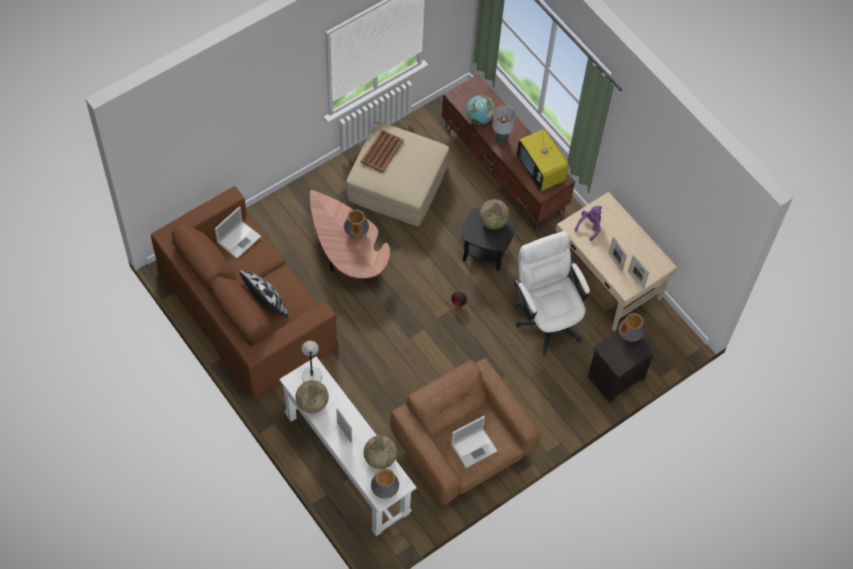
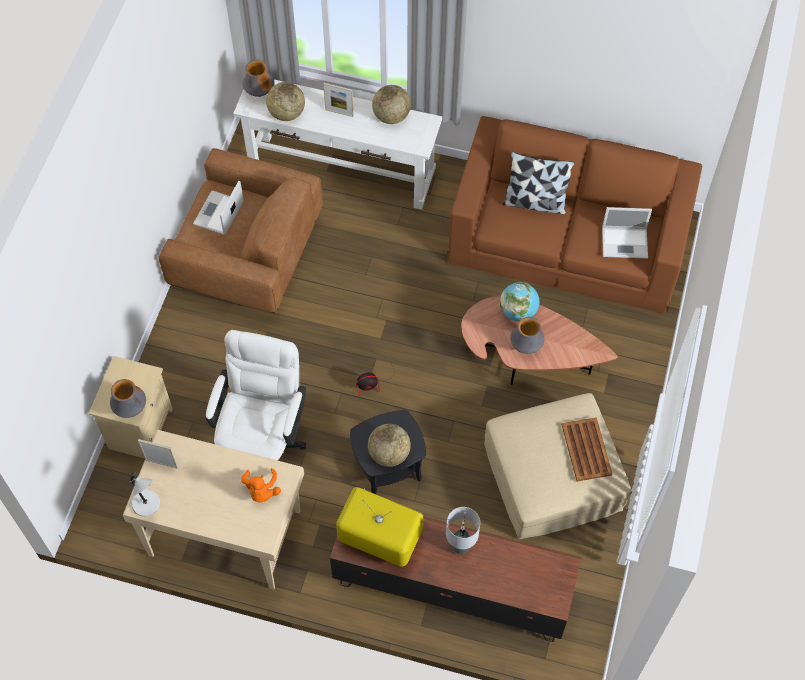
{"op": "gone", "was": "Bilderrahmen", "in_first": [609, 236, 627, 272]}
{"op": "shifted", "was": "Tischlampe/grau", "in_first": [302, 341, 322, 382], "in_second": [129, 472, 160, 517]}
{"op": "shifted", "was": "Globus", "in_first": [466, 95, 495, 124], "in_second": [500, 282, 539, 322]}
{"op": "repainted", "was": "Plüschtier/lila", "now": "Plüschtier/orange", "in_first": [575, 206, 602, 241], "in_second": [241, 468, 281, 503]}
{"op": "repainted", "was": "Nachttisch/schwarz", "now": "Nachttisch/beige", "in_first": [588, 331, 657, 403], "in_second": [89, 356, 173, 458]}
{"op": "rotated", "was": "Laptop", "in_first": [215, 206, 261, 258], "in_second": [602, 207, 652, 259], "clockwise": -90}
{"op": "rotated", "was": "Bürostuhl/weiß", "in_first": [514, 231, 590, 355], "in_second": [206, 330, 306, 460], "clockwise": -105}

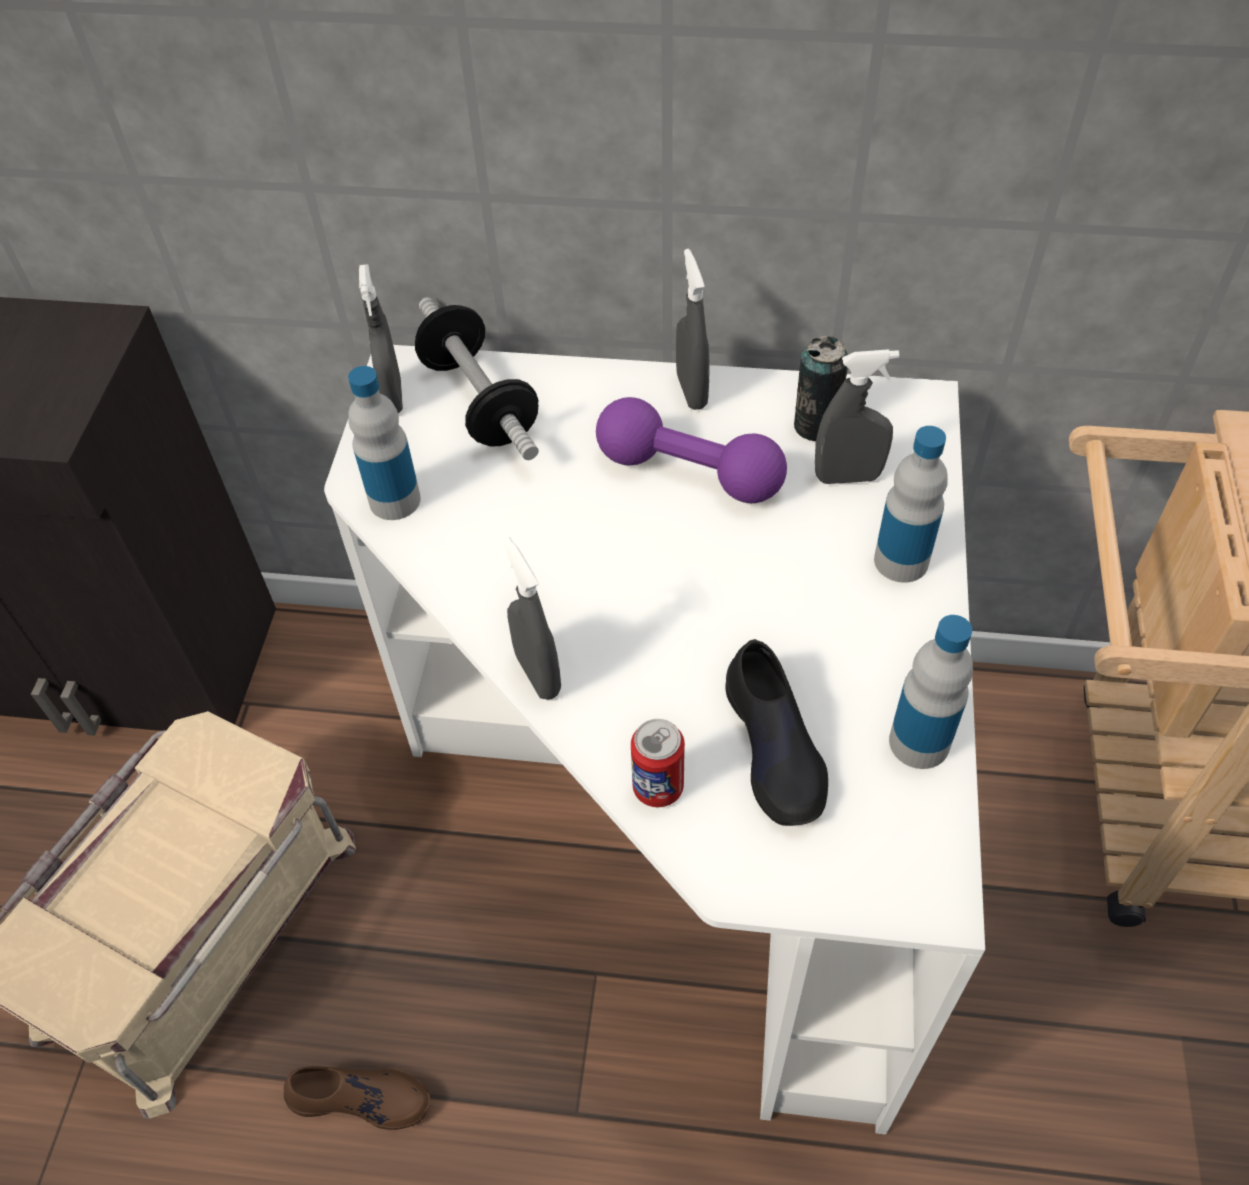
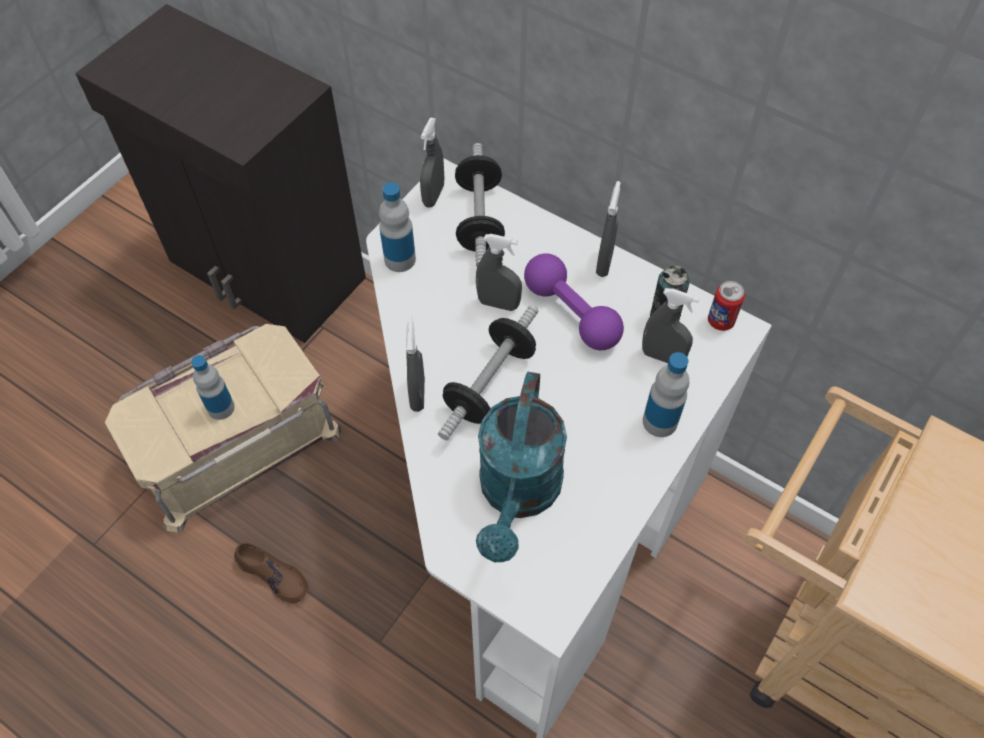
{"op": "new", "now": "Hantel", "in_second": [438, 305, 538, 440]}
{"op": "new", "now": "Sprühflasche/grau", "in_second": [476, 234, 522, 311]}
{"op": "shifted", "was": "Dose", "in_first": [631, 719, 685, 807], "in_second": [708, 281, 745, 331]}
{"op": "shifted", "was": "Flasche", "in_first": [889, 615, 973, 769], "in_second": [191, 355, 235, 420]}
{"op": "swapped", "was": "Schuh/schwarz", "now": "Gießkanne/türkis", "in_first": [726, 639, 828, 826], "in_second": [476, 371, 567, 563]}

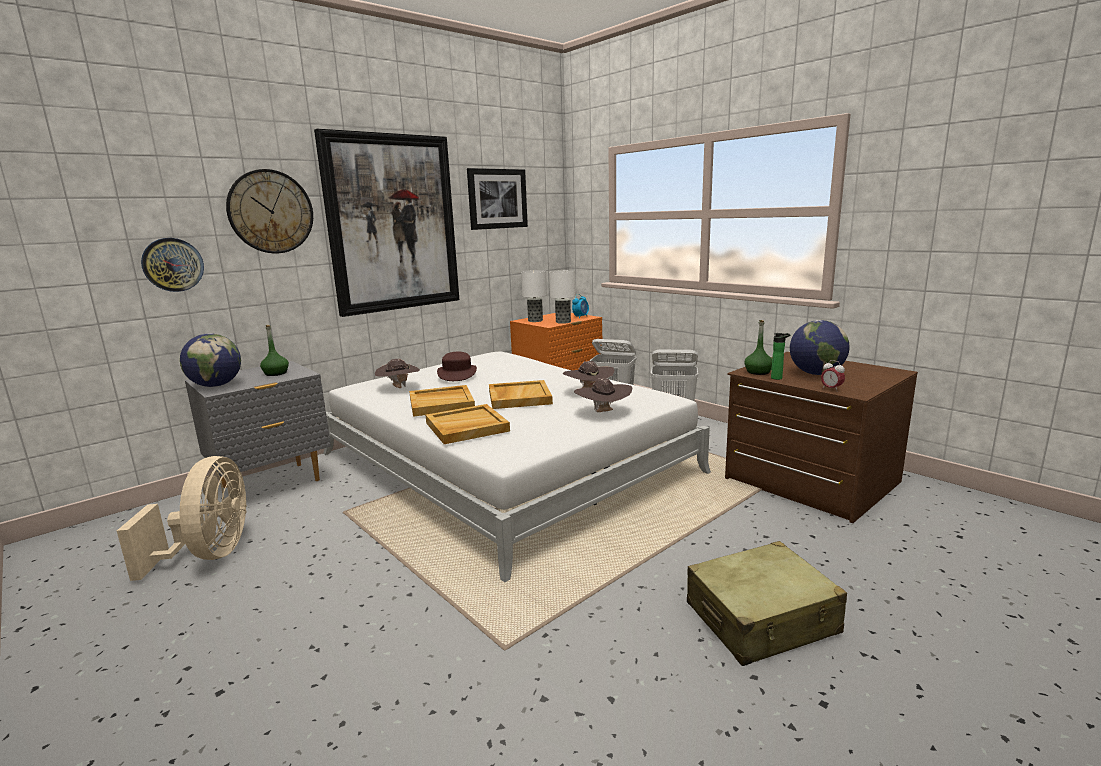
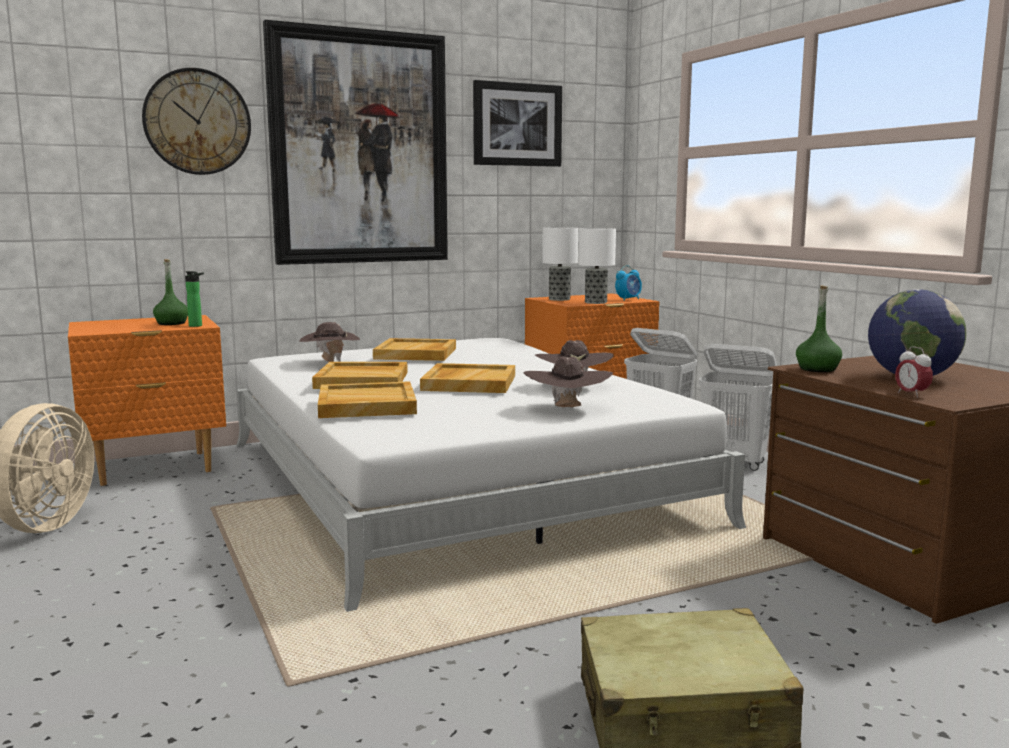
{"op": "gone", "was": "Wanduhr", "in_first": [141, 238, 204, 292]}
{"op": "gone", "was": "Globus", "in_first": [180, 333, 241, 387]}
{"op": "shifted", "was": "Flasche", "in_first": [771, 333, 791, 380], "in_second": [185, 271, 204, 327]}
{"op": "swapped", "was": "Hut/braun", "now": "Tablett/beige", "in_first": [437, 352, 477, 381], "in_second": [373, 338, 456, 361]}
{"op": "repainted", "was": "Nachttisch/grau", "now": "Nachttisch/orange", "in_first": [185, 361, 331, 488], "in_second": [68, 315, 226, 486]}

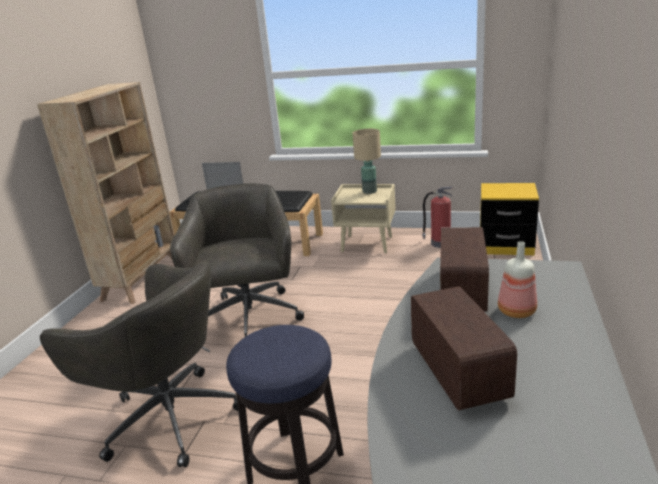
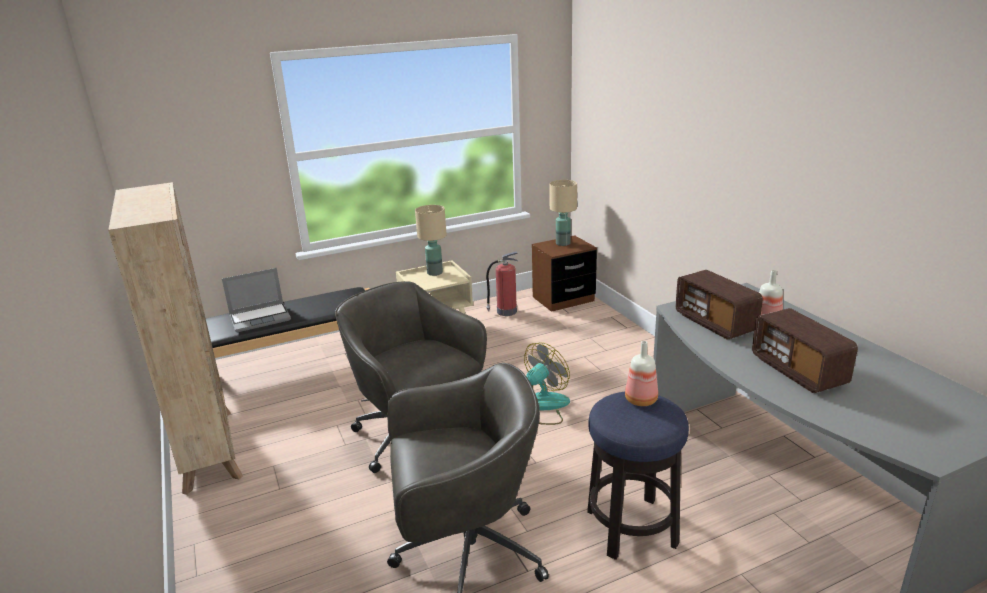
{"op": "new", "now": "Ventilator", "in_second": [524, 342, 570, 425]}
{"op": "new", "now": "Tischlampe/beige", "in_second": [550, 180, 577, 246]}
{"op": "new", "now": "Flasche", "in_second": [625, 341, 658, 406]}
{"op": "repainted", "was": "Nachttisch/gelb", "now": "Nachttisch/braun", "in_first": [480, 183, 539, 255], "in_second": [532, 235, 597, 312]}
{"op": "rotated", "was": "Radio", "in_first": [411, 286, 517, 410], "in_second": [752, 308, 858, 393], "clockwise": -150}

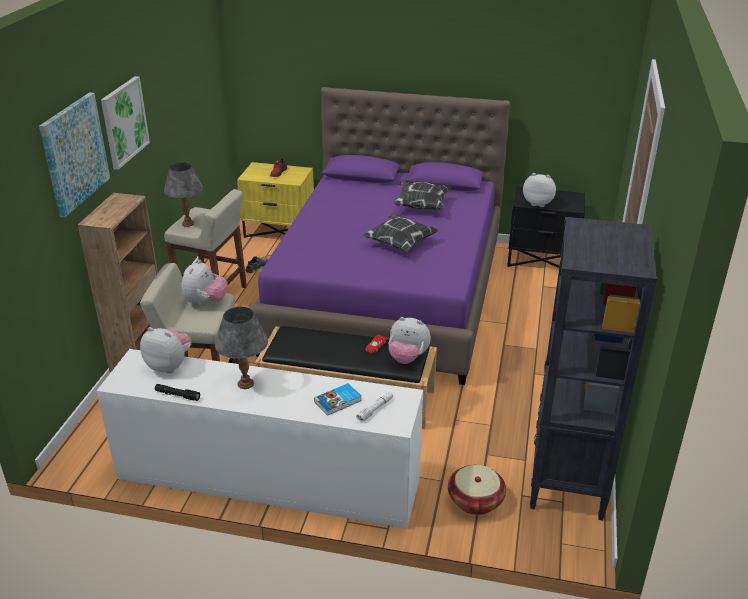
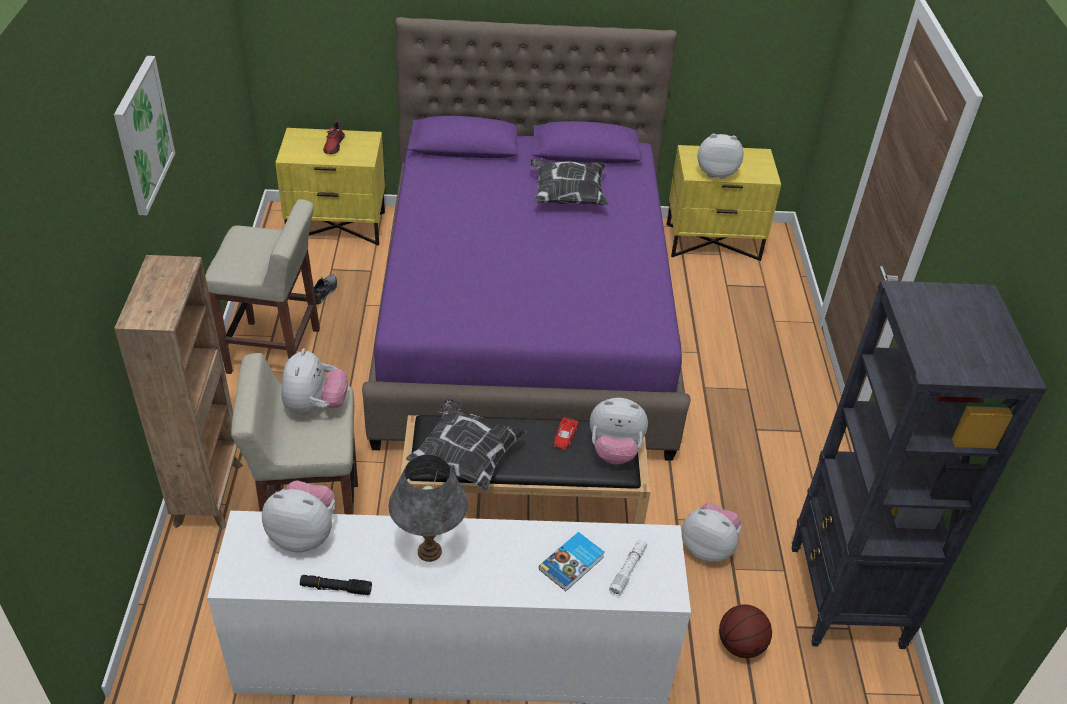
{"op": "gone", "was": "Bild", "in_first": [39, 92, 110, 218]}
{"op": "gone", "was": "Tischlampe/grau", "in_first": [164, 162, 203, 227]}
{"op": "new", "now": "Plüschtier", "in_second": [682, 503, 741, 562]}
{"op": "shifted", "was": "Kissen", "in_first": [363, 213, 439, 252], "in_second": [406, 399, 526, 491]}
{"op": "swapped", "was": "Korb", "now": "Basketball", "in_first": [448, 465, 506, 515], "in_second": [719, 604, 772, 658]}
{"op": "repainted", "was": "Nachttisch/schwarz", "now": "Nachttisch/gelb", "in_first": [507, 187, 585, 268], "in_second": [667, 145, 781, 261]}

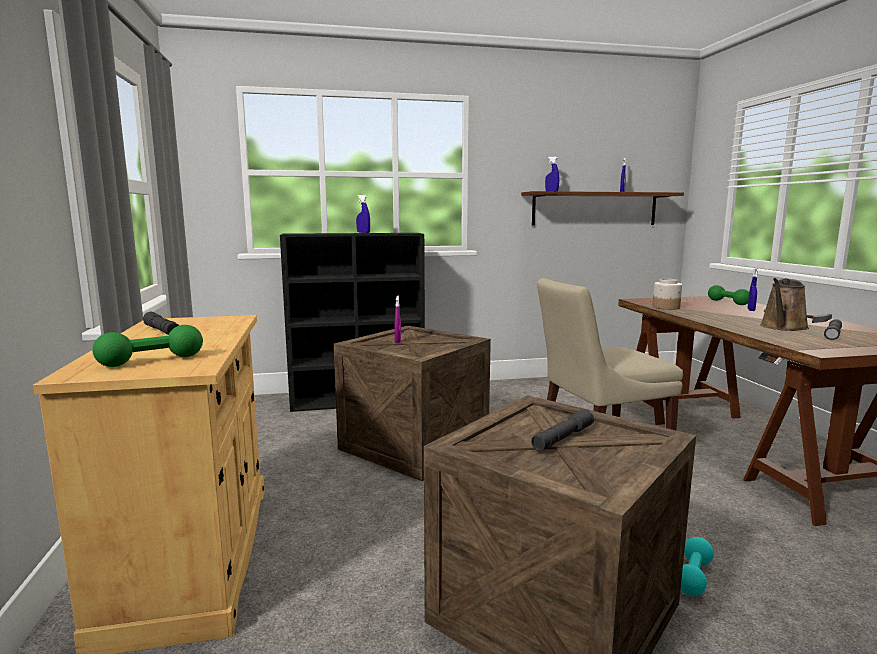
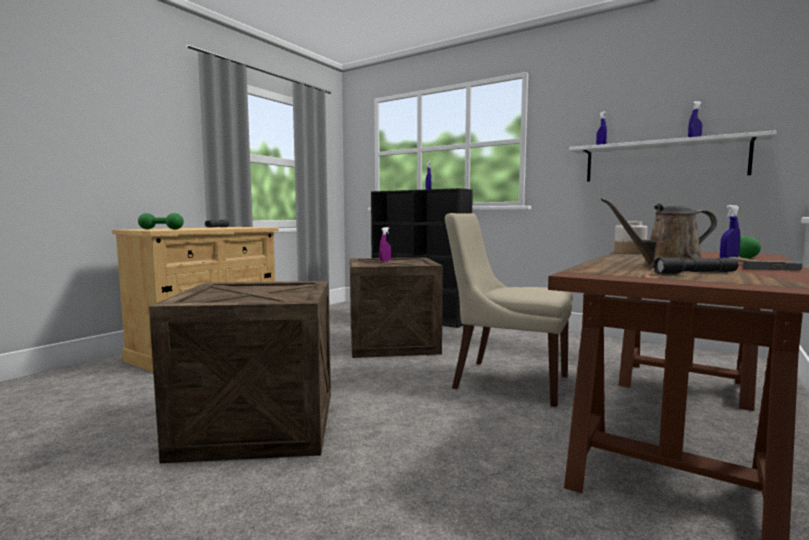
{"op": "gone", "was": "Taschenlampe/grau", "in_first": [531, 409, 594, 451]}
{"op": "gone", "was": "Hantel/türkis", "in_first": [680, 537, 714, 596]}
{"op": "repainted", "was": "Wandregal/braun", "now": "Wandregal/weiß", "in_first": [521, 191, 684, 226], "in_second": [569, 130, 777, 182]}

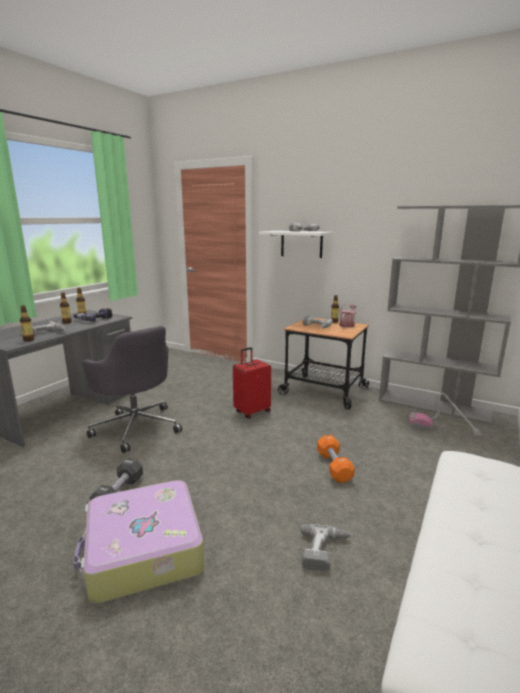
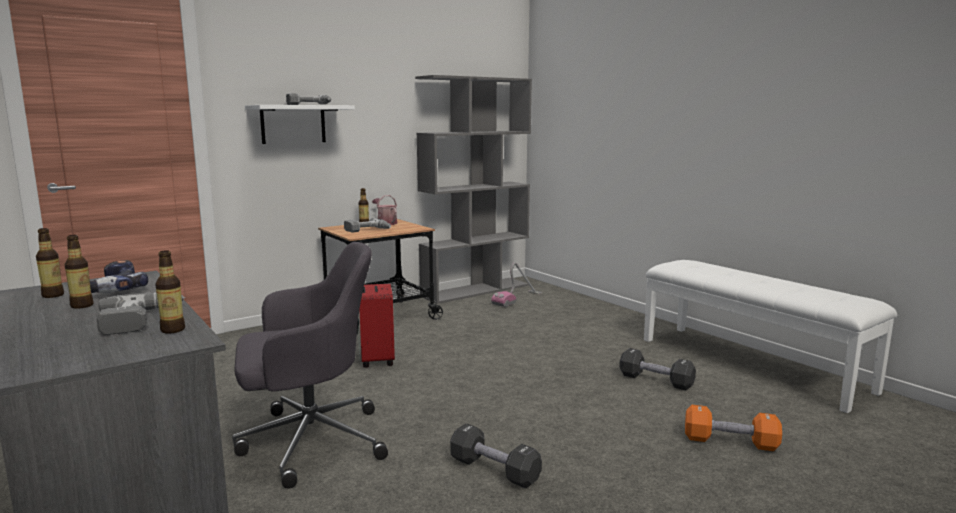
{"op": "gone", "was": "Koffer", "in_first": [73, 480, 204, 604]}
{"op": "shifted", "was": "Hantel/orange", "in_first": [317, 435, 355, 483], "in_second": [685, 405, 782, 451]}
{"op": "swapped", "was": "Bohrmaschine", "now": "Hantel/schwarz", "in_first": [301, 524, 352, 571], "in_second": [619, 348, 696, 390]}

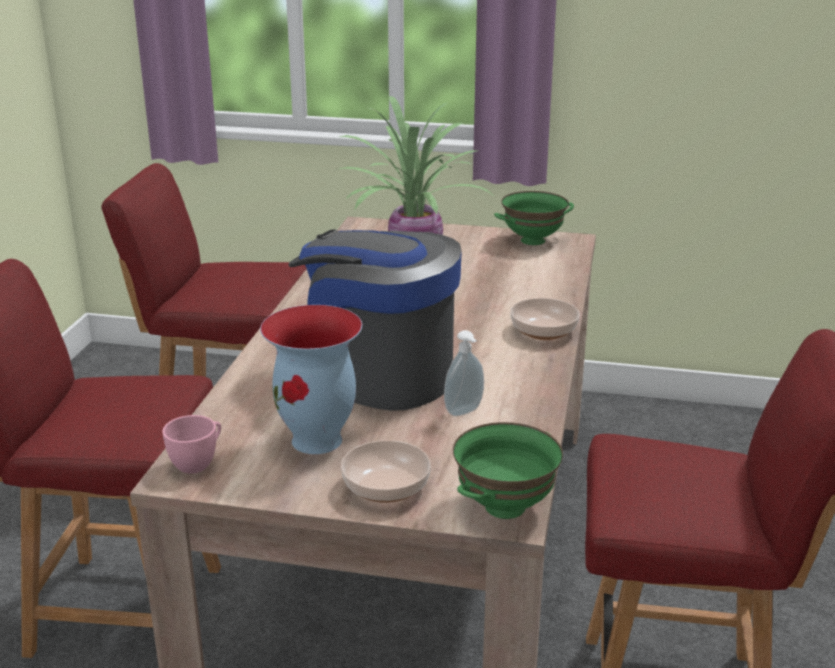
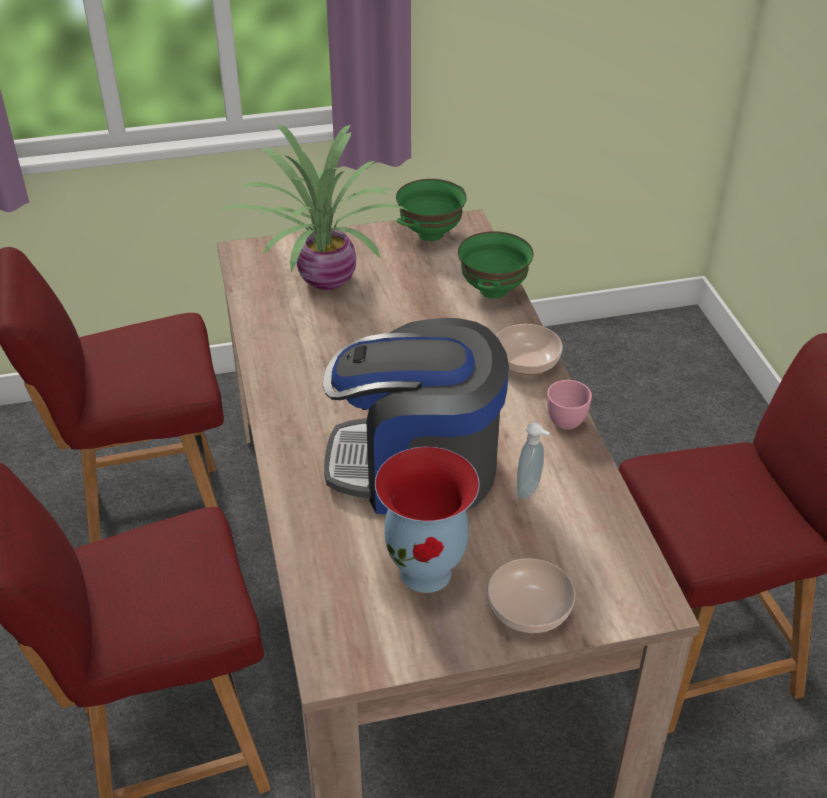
{"op": "shifted", "was": "Tasse/rosa", "in_first": [162, 415, 221, 474], "in_second": [547, 380, 592, 430]}
{"op": "shifted", "was": "Schüssel/grün", "in_first": [453, 422, 563, 519], "in_second": [458, 231, 534, 299]}

